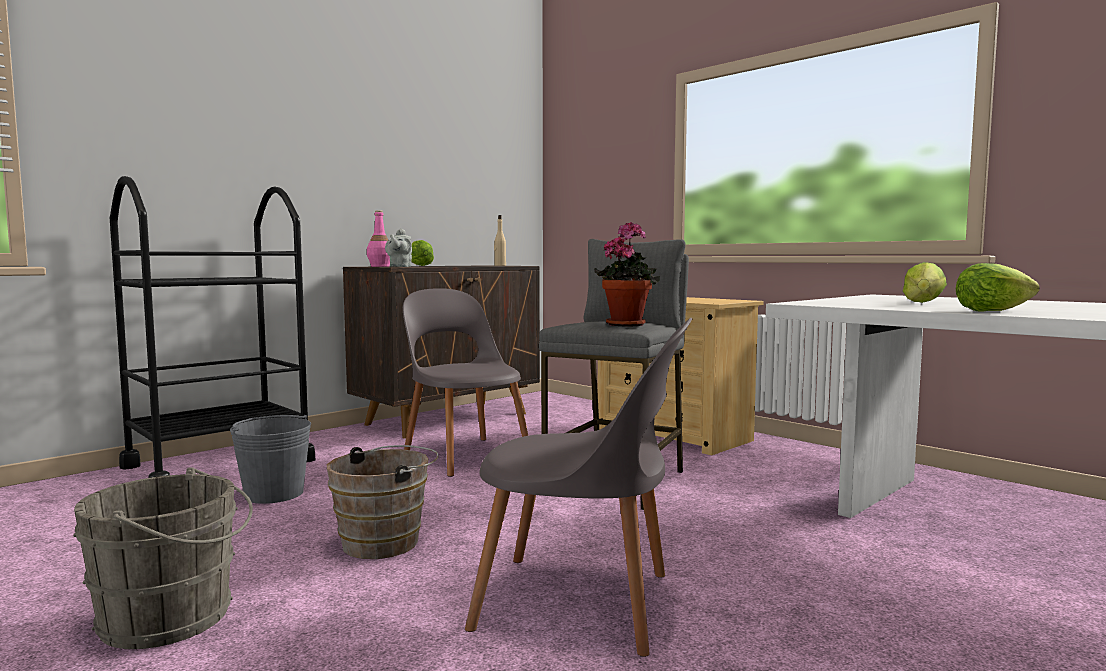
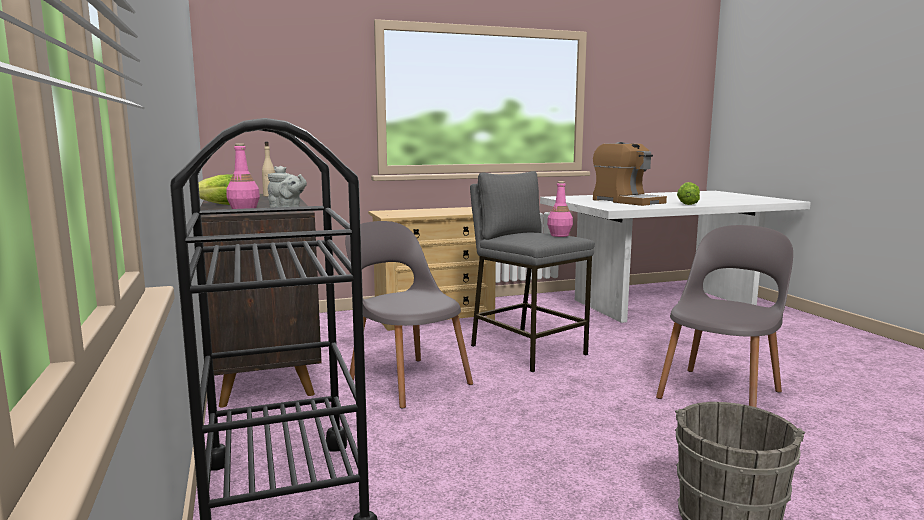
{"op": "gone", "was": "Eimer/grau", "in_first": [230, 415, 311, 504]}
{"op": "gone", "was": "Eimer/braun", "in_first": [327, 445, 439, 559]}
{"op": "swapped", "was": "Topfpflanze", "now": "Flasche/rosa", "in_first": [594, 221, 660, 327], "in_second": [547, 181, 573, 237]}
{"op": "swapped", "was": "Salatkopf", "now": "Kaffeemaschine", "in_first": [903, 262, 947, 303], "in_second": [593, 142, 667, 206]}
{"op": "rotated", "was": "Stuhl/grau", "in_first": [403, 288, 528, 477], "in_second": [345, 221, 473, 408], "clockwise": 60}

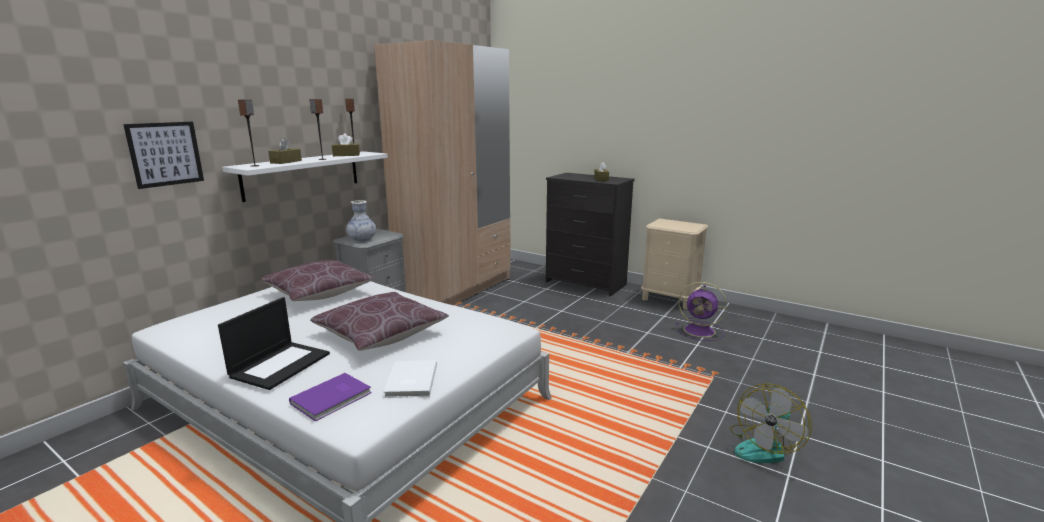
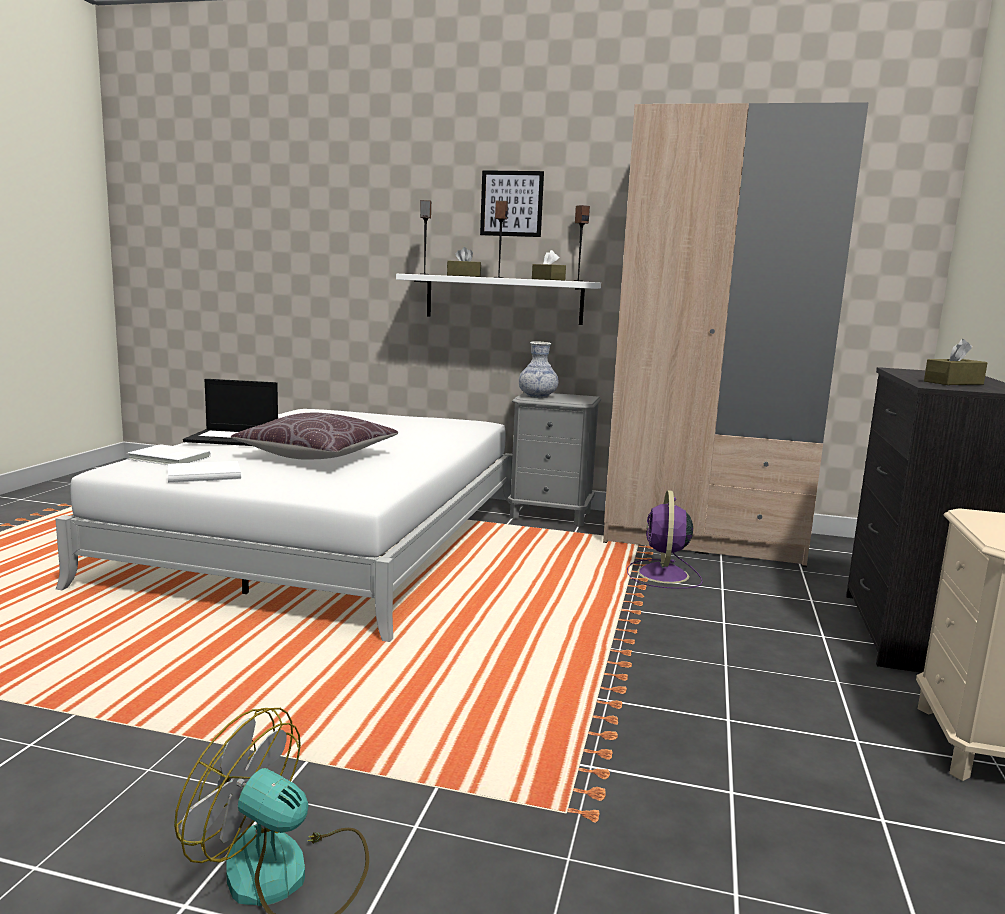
{"op": "gone", "was": "Kissen/braun", "in_first": [260, 260, 376, 301]}
{"op": "shifted", "was": "Bild", "in_first": [123, 122, 204, 189], "in_second": [480, 170, 544, 237]}
{"op": "shifted", "was": "Ventilator/lila", "in_first": [676, 282, 727, 341], "in_second": [627, 490, 703, 589]}
{"op": "repainted", "was": "Buch/lila", "now": "Buch/weiß", "in_first": [289, 373, 372, 422], "in_second": [127, 444, 211, 465]}

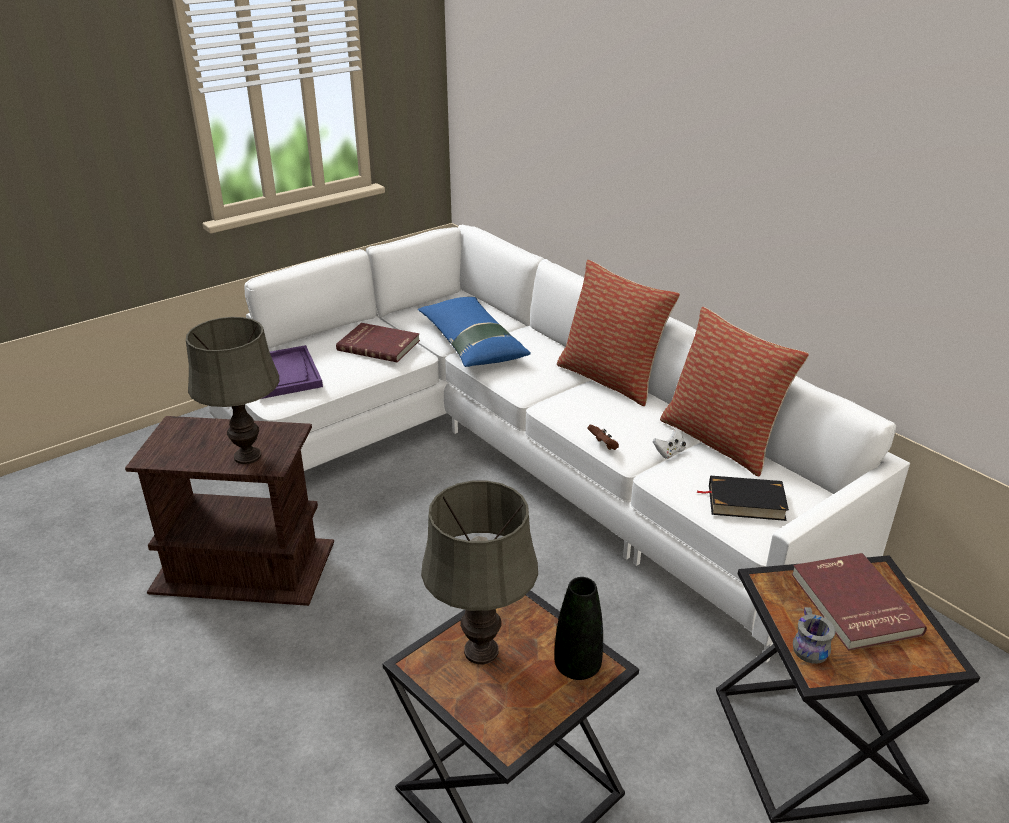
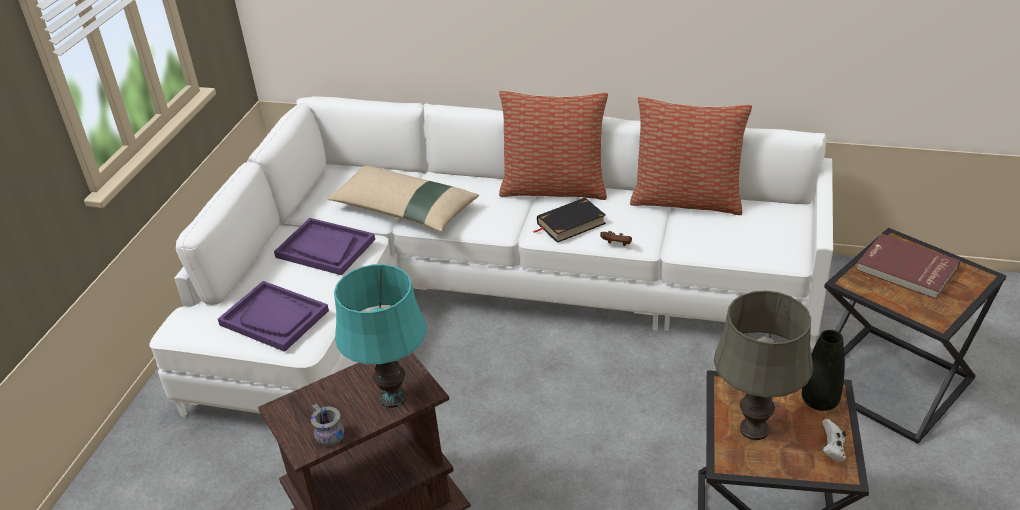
{"op": "shifted", "was": "Gamepad/weiß", "in_first": [653, 428, 686, 459], "in_second": [822, 419, 846, 462]}
{"op": "shifted", "was": "Buch/schwarz", "in_first": [696, 476, 789, 521], "in_second": [533, 198, 606, 243]}
{"op": "shifted", "was": "Henkelbecher/grau", "in_first": [793, 607, 836, 664], "in_second": [311, 404, 344, 446]}
{"op": "swapped", "was": "Buch/rot", "now": "Tablett/lila", "in_first": [336, 323, 420, 363], "in_second": [274, 218, 375, 275]}
{"op": "repainted", "was": "Tischlampe/grau", "now": "Tischlampe/türkis", "in_first": [186, 317, 279, 464], "in_second": [334, 264, 427, 408]}
{"op": "repainted", "was": "Kissen/blau", "now": "Kissen/beige", "in_first": [418, 297, 531, 367], "in_second": [327, 165, 479, 232]}

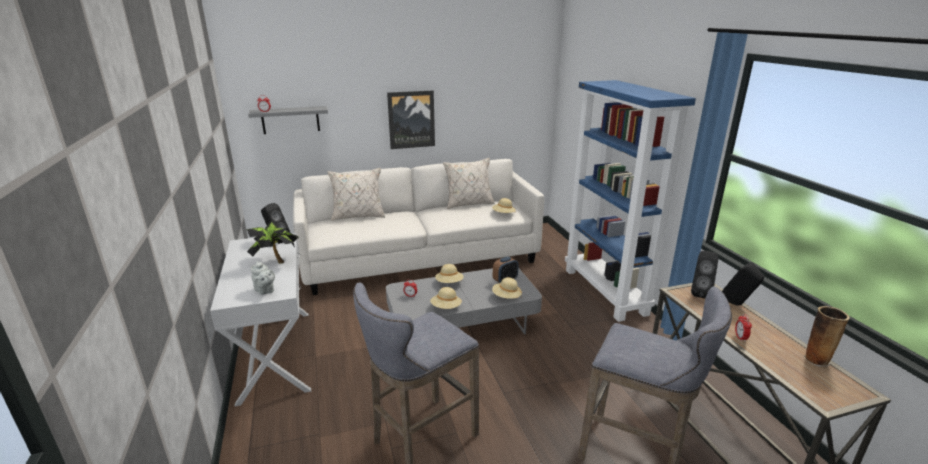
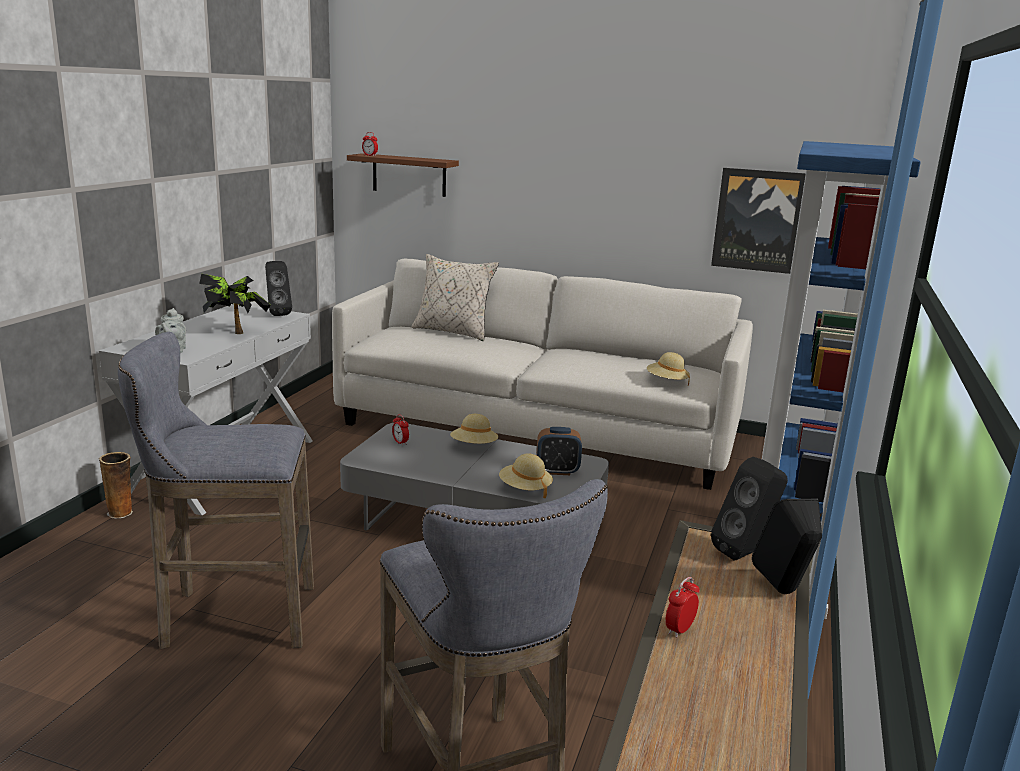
{"op": "gone", "was": "Hut/beige", "in_first": [430, 287, 462, 309]}
{"op": "gone", "was": "Kissen/beige", "in_first": [443, 158, 495, 209]}
{"op": "shifted", "was": "Bild", "in_first": [387, 90, 435, 149], "in_second": [711, 168, 806, 274]}
{"op": "shifted", "was": "Vase", "in_first": [804, 306, 850, 367], "in_second": [99, 452, 133, 518]}
{"op": "repainted", "was": "Wandregal/grau", "now": "Wandregal/braun", "in_first": [248, 106, 328, 134], "in_second": [347, 153, 459, 197]}

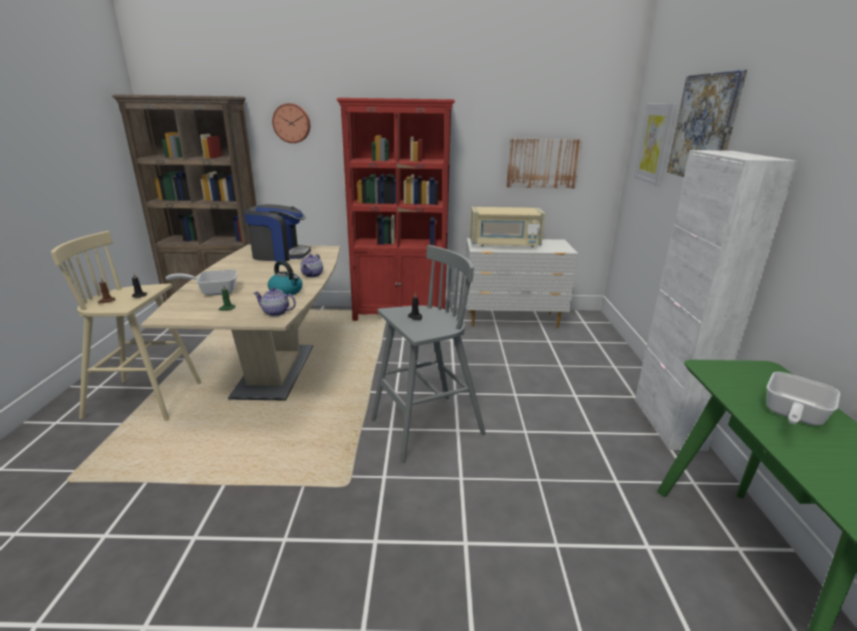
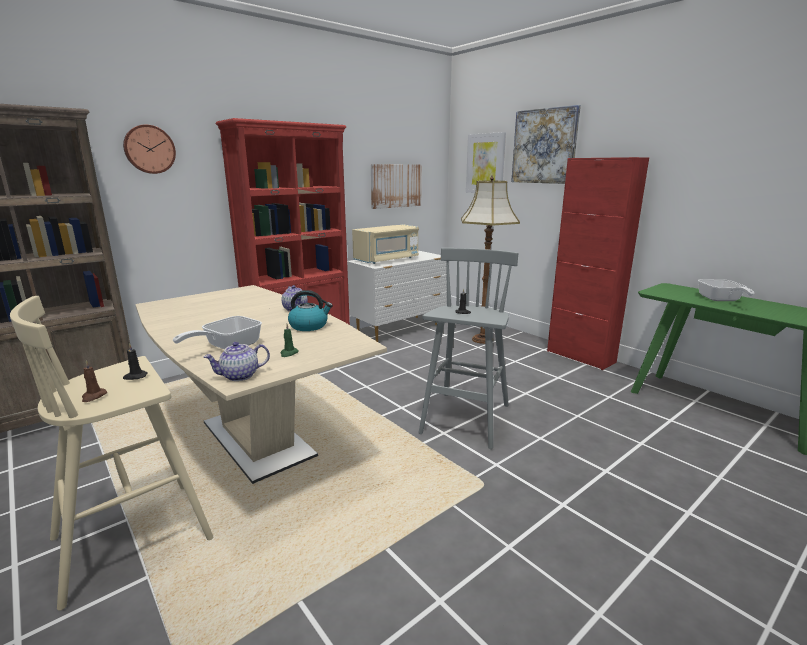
{"op": "gone", "was": "Kaffeemaschine", "in_first": [244, 204, 311, 262]}
{"op": "new", "now": "Stehlampe", "in_second": [461, 176, 520, 344]}
{"op": "shifted", "was": "Teekanne", "in_first": [254, 287, 296, 316], "in_second": [204, 342, 270, 381]}
{"op": "repainted", "was": "Schrank/weiß", "now": "Schrank/rot", "in_first": [635, 150, 798, 451], "in_second": [547, 157, 649, 370]}

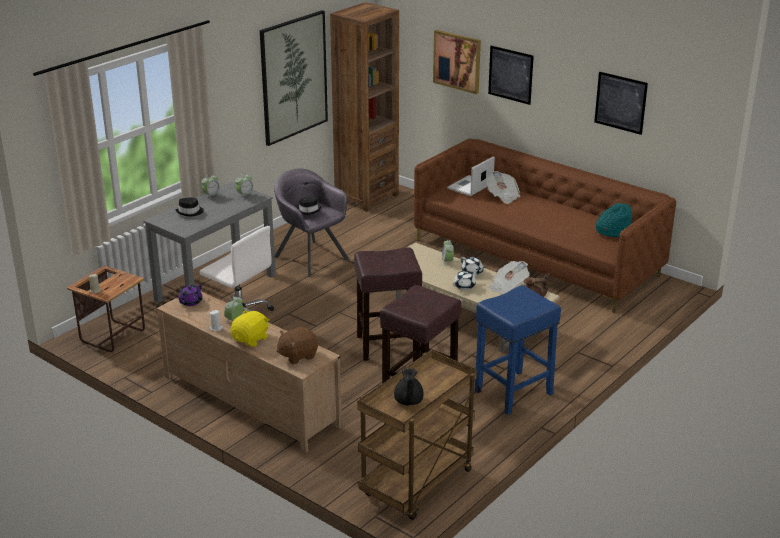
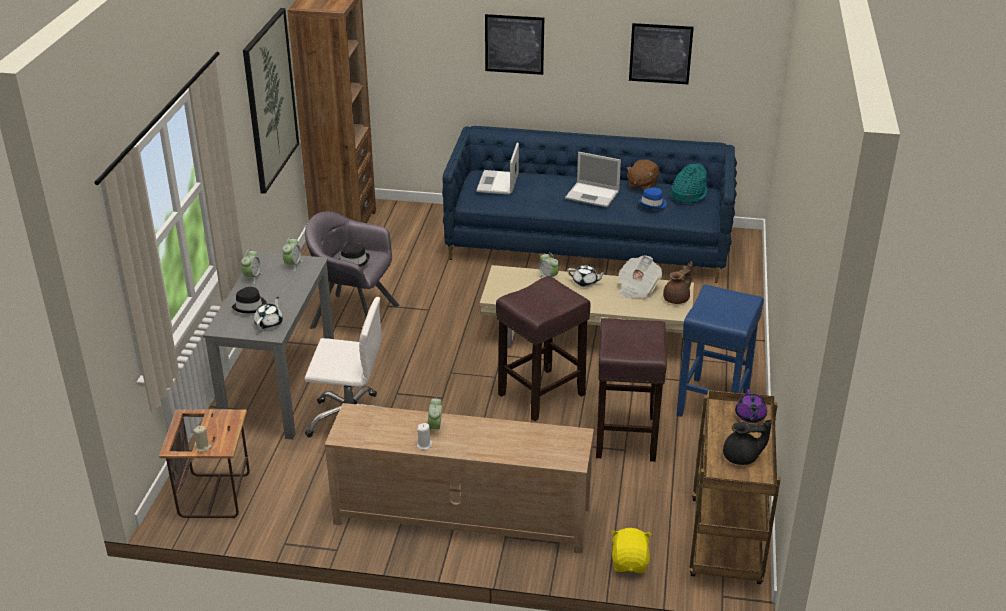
{"op": "gone", "was": "Bild", "in_first": [433, 30, 481, 94]}
{"op": "gone", "was": "Zeitung", "in_first": [486, 171, 520, 204]}
{"op": "new", "now": "Laptop", "in_second": [565, 152, 621, 207]}
{"op": "new", "now": "Hut/blau", "in_second": [638, 188, 667, 209]}
{"op": "shifted", "was": "Teekanne/lila", "in_first": [177, 284, 203, 306], "in_second": [735, 389, 767, 423]}
{"op": "shifted", "was": "Plüschtier/gelb", "in_first": [230, 310, 269, 347], "in_second": [611, 528, 652, 573]}
{"op": "shifted", "was": "Plüschtier/braun", "in_first": [277, 327, 318, 364], "in_second": [626, 159, 659, 191]}
{"op": "shifted", "was": "Teekanne/weiß", "in_first": [453, 269, 478, 290], "in_second": [254, 297, 283, 329]}
{"op": "repainted", "was": "Sofa/braun", "now": "Sofa/blau", "in_first": [414, 138, 676, 313], "in_second": [442, 126, 737, 283]}
{"op": "rotated", "was": "Teekanne/schwarz", "in_first": [394, 368, 424, 406], "in_second": [723, 419, 772, 465], "clockwise": -60}

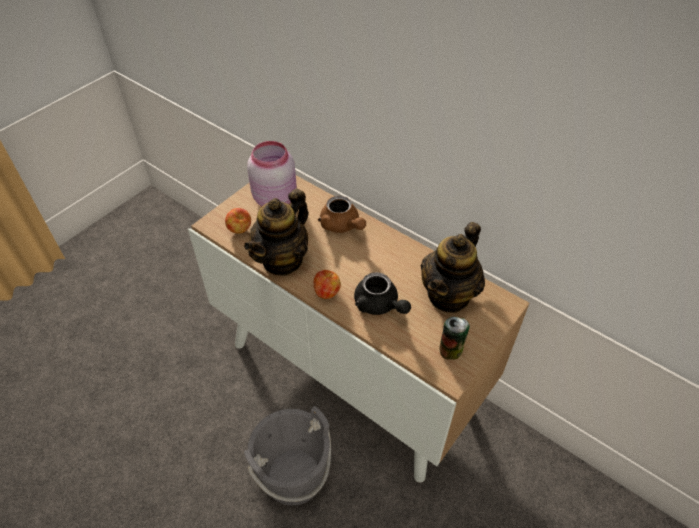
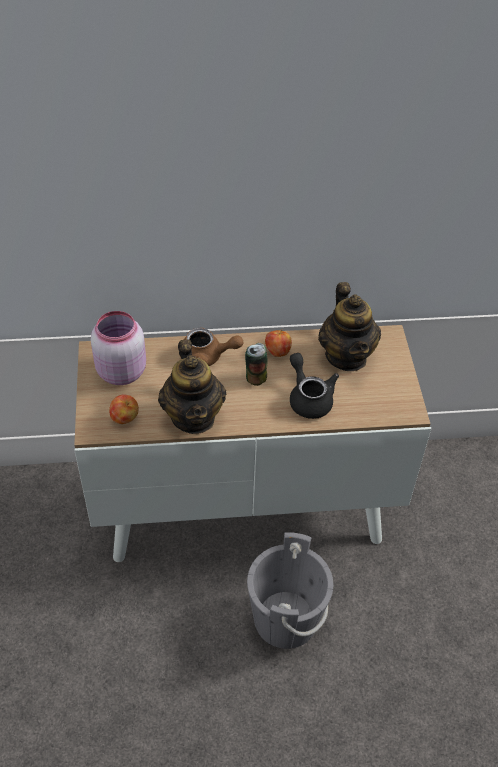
{"op": "shifted", "was": "Apfel", "in_first": [314, 270, 341, 299], "in_second": [265, 329, 292, 357]}
{"op": "shifted", "was": "Dose", "in_first": [439, 317, 470, 360], "in_second": [245, 343, 267, 386]}
{"op": "rotated", "was": "Teekanne/schwarz", "in_first": [354, 272, 411, 315], "in_second": [290, 353, 339, 419], "clockwise": -120}

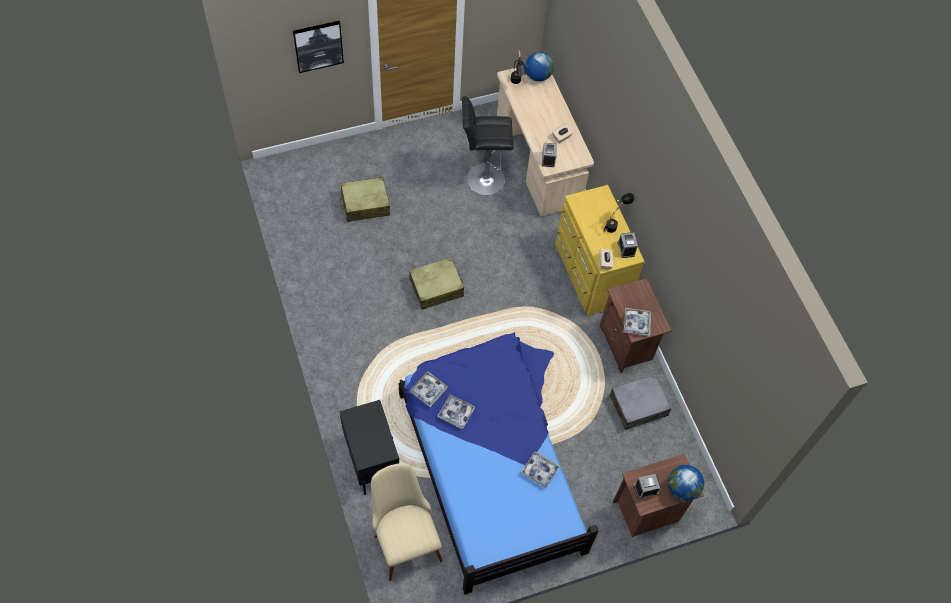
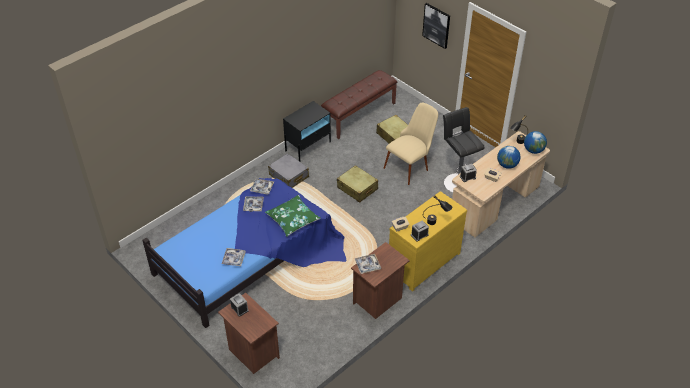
{"op": "new", "now": "Kissen/grün", "in_second": [265, 195, 321, 237]}
{"op": "new", "now": "Bank/braun", "in_second": [321, 70, 397, 139]}
{"op": "shifted", "was": "Nachttisch/schwarz", "in_first": [340, 400, 399, 495], "in_second": [283, 101, 331, 162]}
{"op": "shifted", "was": "Stuhl/beige", "in_first": [371, 463, 443, 581], "in_second": [384, 103, 438, 185]}
{"op": "shifted", "was": "Koffer/grau", "in_first": [610, 374, 671, 430], "in_second": [268, 153, 309, 188]}
{"op": "shifted", "was": "Globus", "in_first": [668, 465, 704, 501], "in_second": [497, 146, 521, 169]}

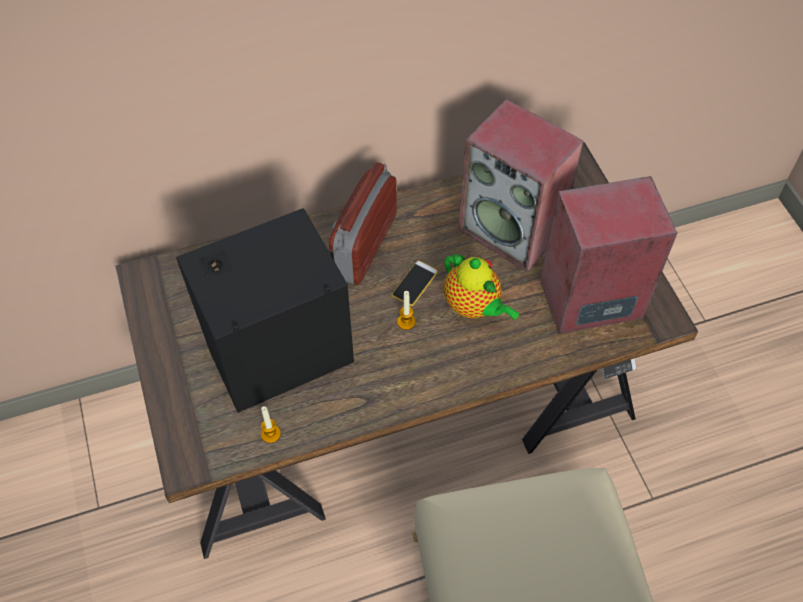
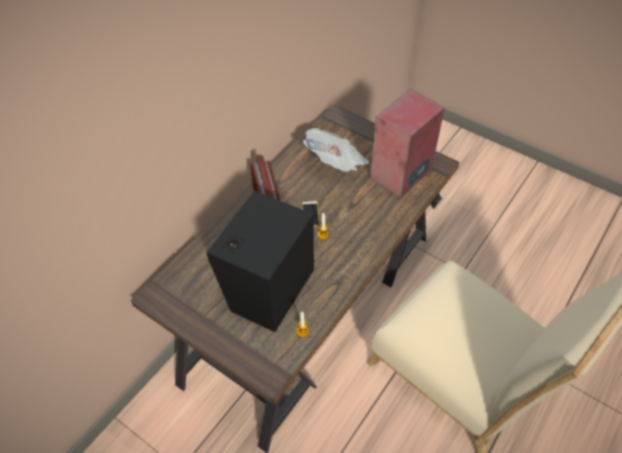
{"op": "gone", "was": "Teekanne", "in_first": [444, 253, 519, 320]}
{"op": "swapped", "was": "Lautsprecher", "now": "Zeitung", "in_first": [458, 99, 583, 272], "in_second": [303, 128, 369, 172]}

